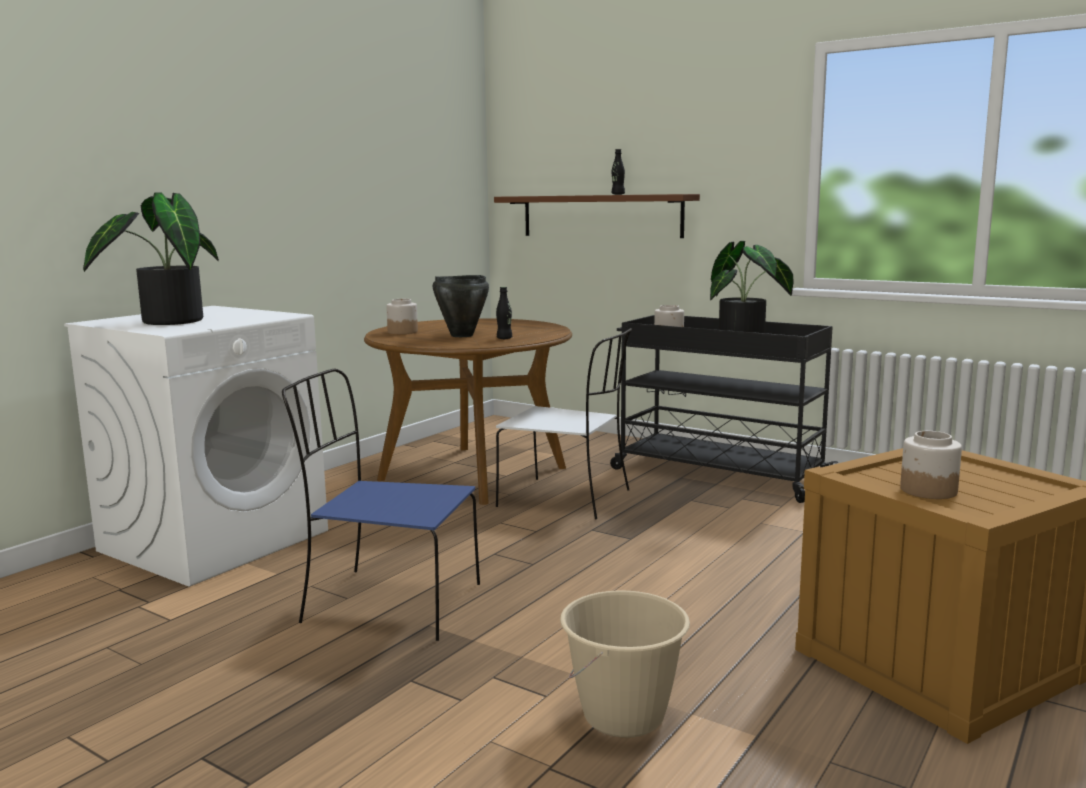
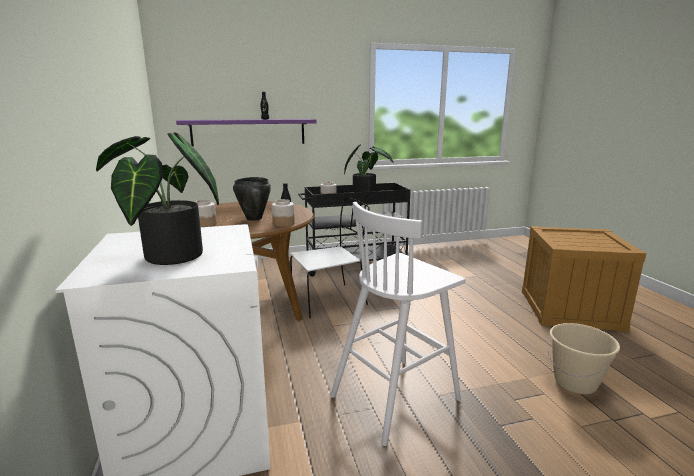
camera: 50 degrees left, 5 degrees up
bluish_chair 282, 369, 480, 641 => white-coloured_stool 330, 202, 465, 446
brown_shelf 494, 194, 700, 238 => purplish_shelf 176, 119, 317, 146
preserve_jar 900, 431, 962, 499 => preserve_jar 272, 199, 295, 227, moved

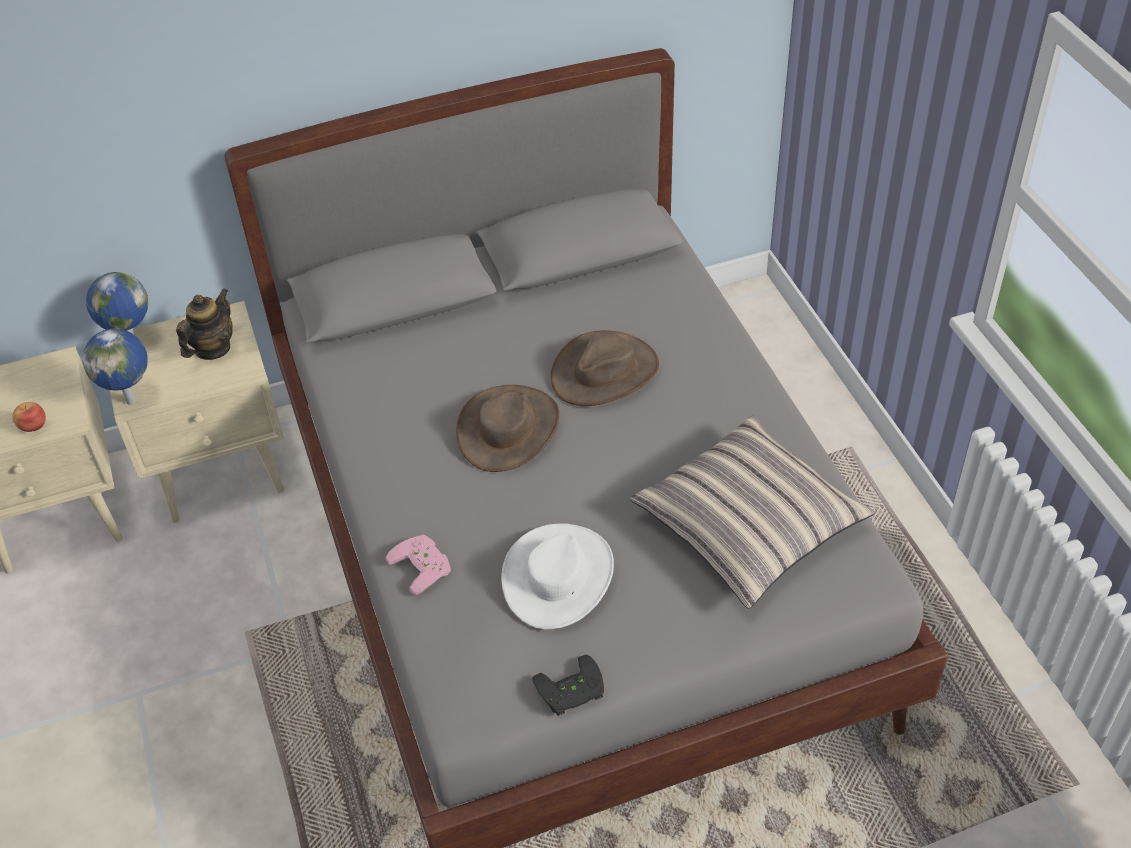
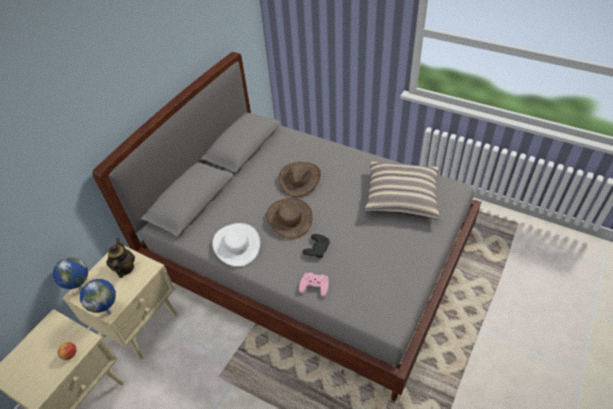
camera: 40 degrees left, 0 degrees up
white-coloured_clothing_hat 501, 523, 614, 629 => white-coloured_clothing_hat 212, 223, 260, 267, moved
black_gamepad 532, 655, 604, 716 => black_gamepad 302, 234, 330, 258, moved

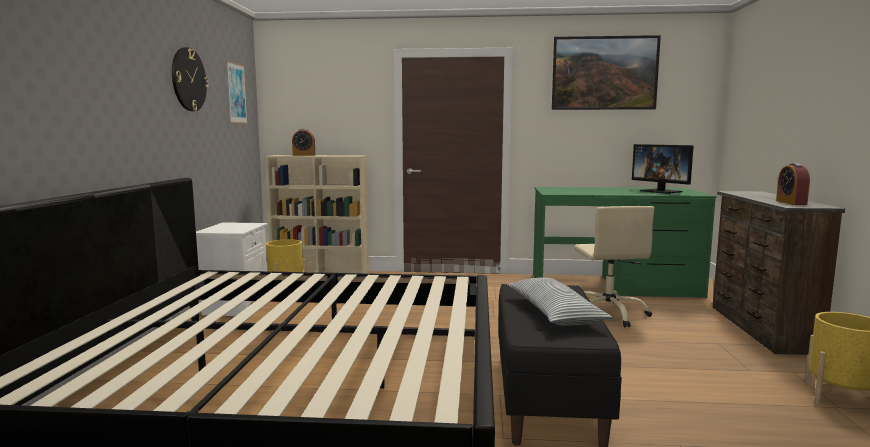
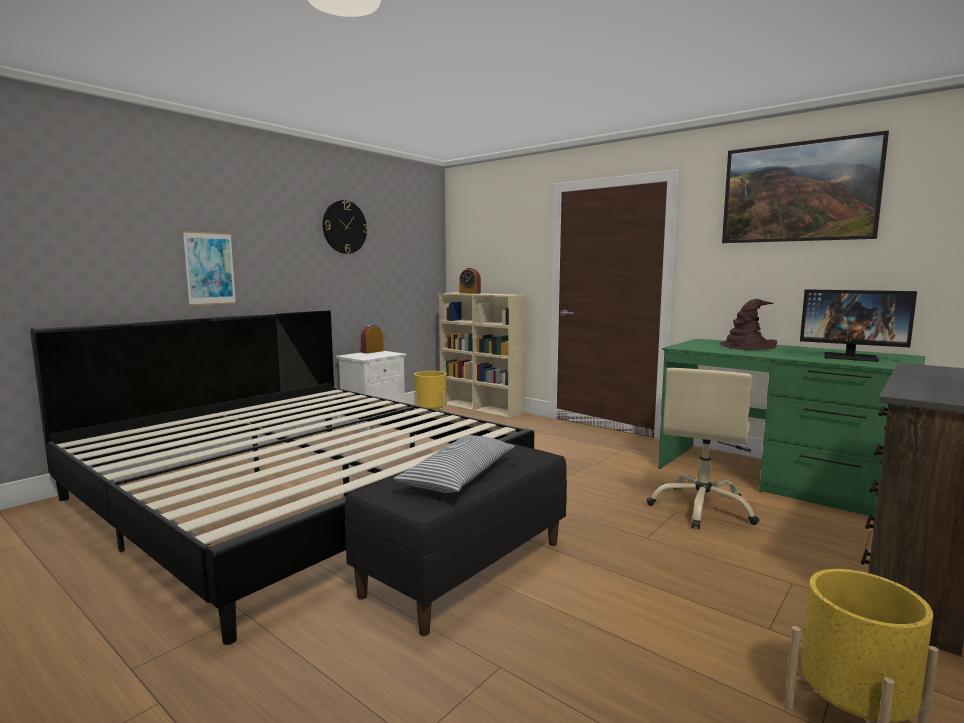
camera: 35 degrees right, 0 degrees up
wall_picture 226, 61, 248, 124 => wall_picture 183, 231, 236, 306, moved
computer_display 632, 144, 694, 194 => computer_display 800, 289, 917, 362, 60 degrees counterclockwise
bedside_clock 776, 163, 810, 205 => bedside_clock 361, 325, 384, 354, moved
nothing => brown_clothing_hat 719, 299, 777, 350

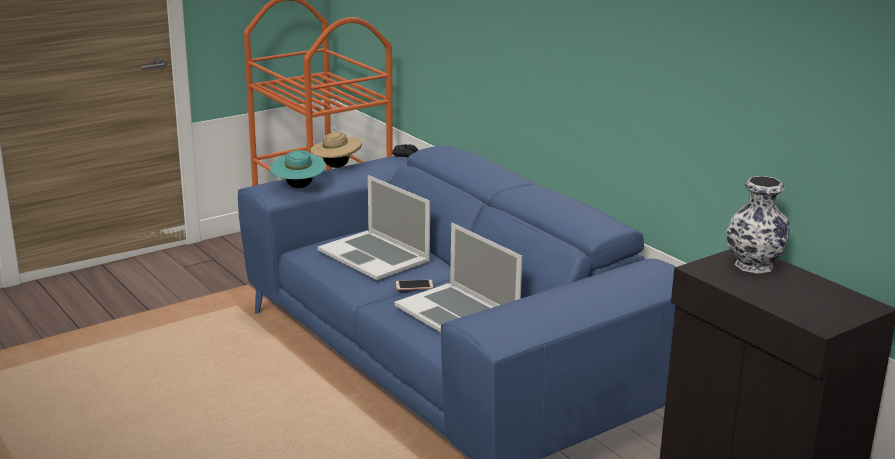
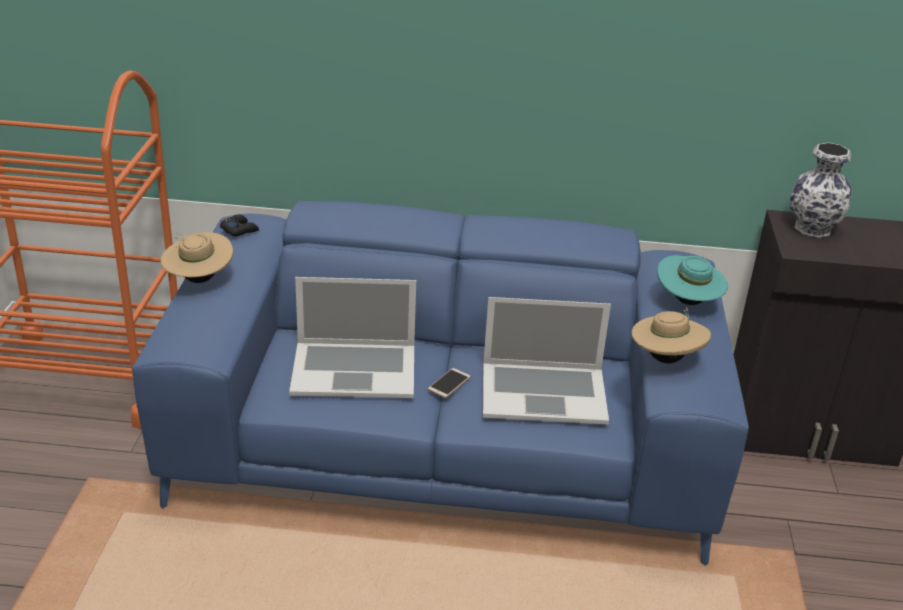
camera: 50 degrees left, 10 degrees up
blue-green_clothing_hat 270, 150, 326, 188 => blue-green_clothing_hat 657, 255, 728, 305, moved
nothing => beige_clothing_hat 631, 307, 711, 363

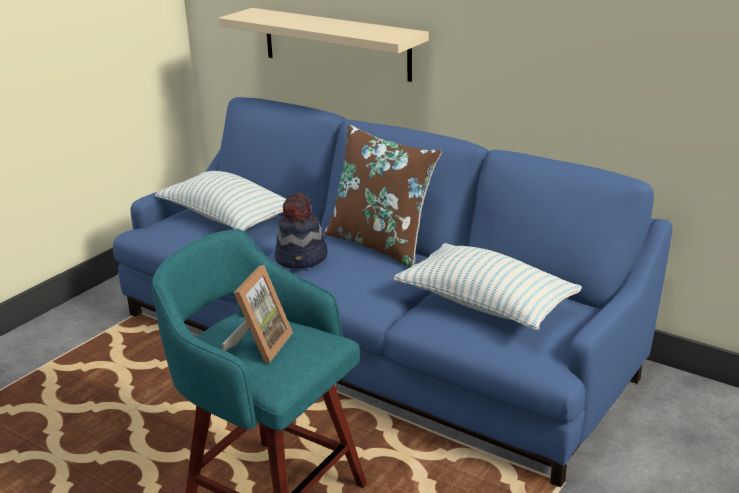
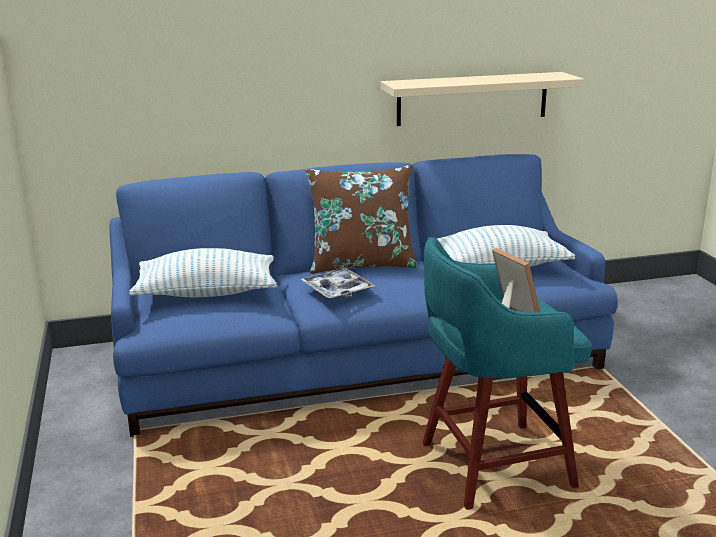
camera: 50 degrees left, 5 degrees down
beige_shelf 218, 8, 429, 82 => beige_shelf 381, 72, 584, 126, moved
clothing_hat 275, 193, 328, 269 => tray 300, 268, 375, 299

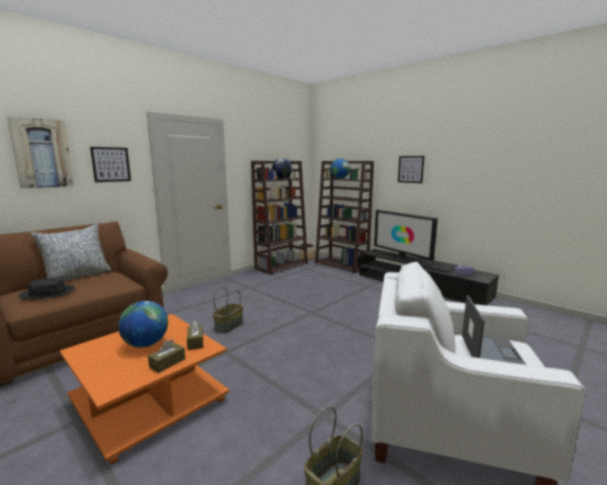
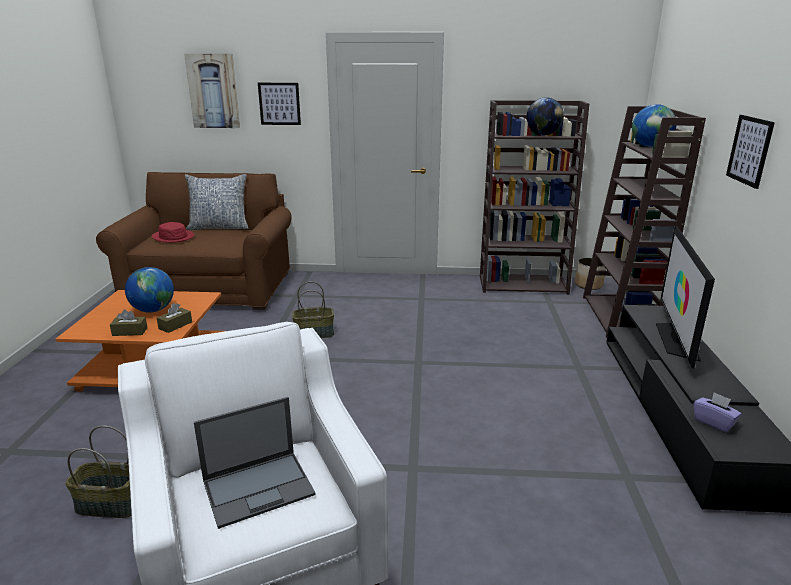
camera: 50 degrees right, 10 degrees up
black_clothing_hat 18, 278, 75, 300 => red_clothing_hat 152, 222, 194, 243

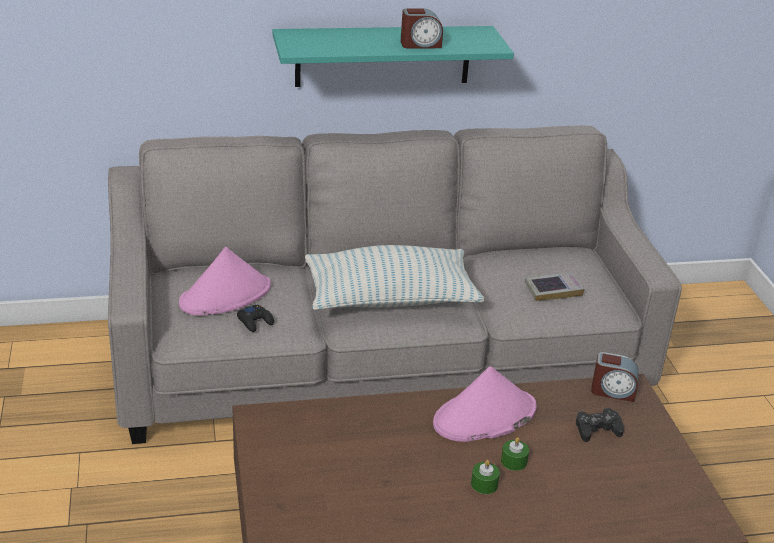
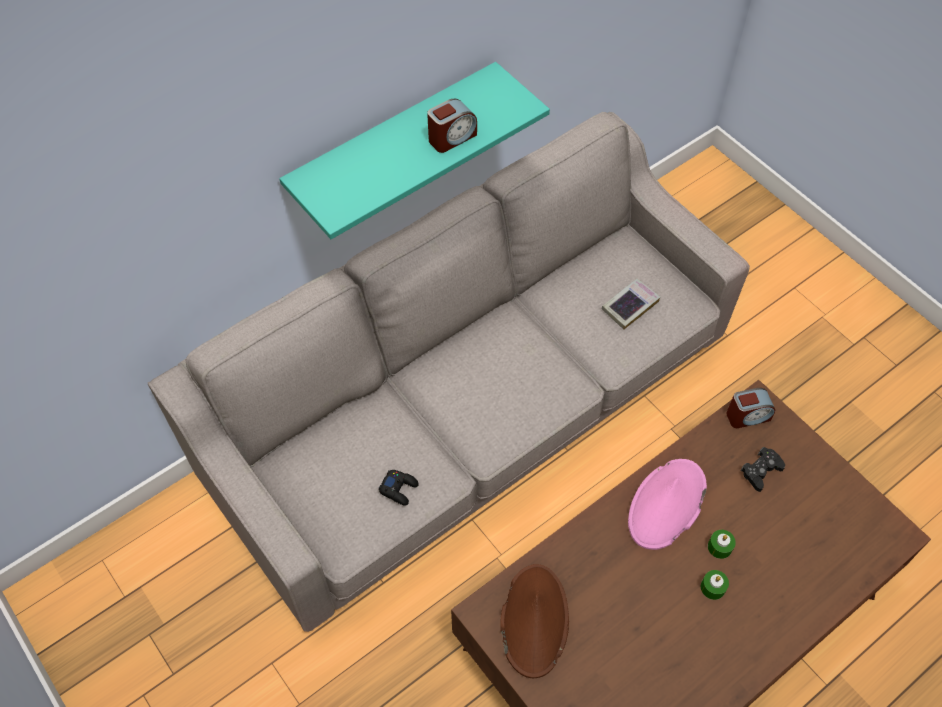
camera: 25 degrees left, 25 degrees up
pink-coloured_clothing_hat 179, 247, 271, 315 => nothing
pillow 305, 245, 485, 310 => nothing
nothing => brown_clothing_hat 500, 564, 569, 678

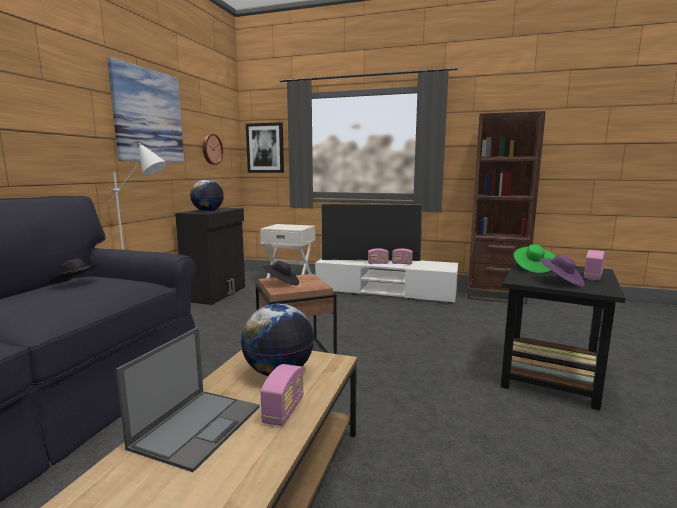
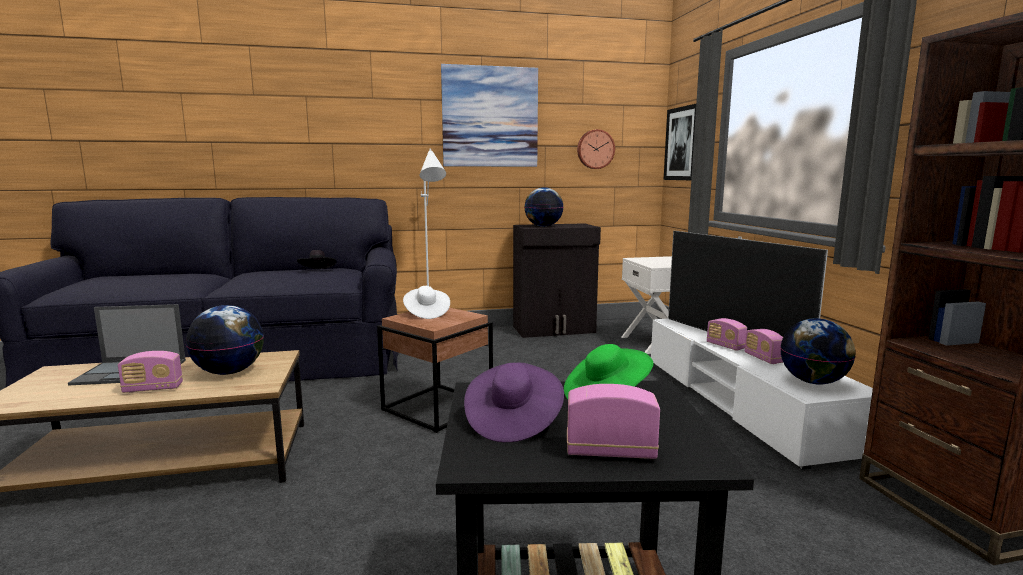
camera: 60 degrees right, 0 degrees up
black_clothing_hat 262, 261, 299, 286 => white-coloured_clothing_hat 403, 286, 450, 319
nothing => world_globe 780, 318, 855, 385

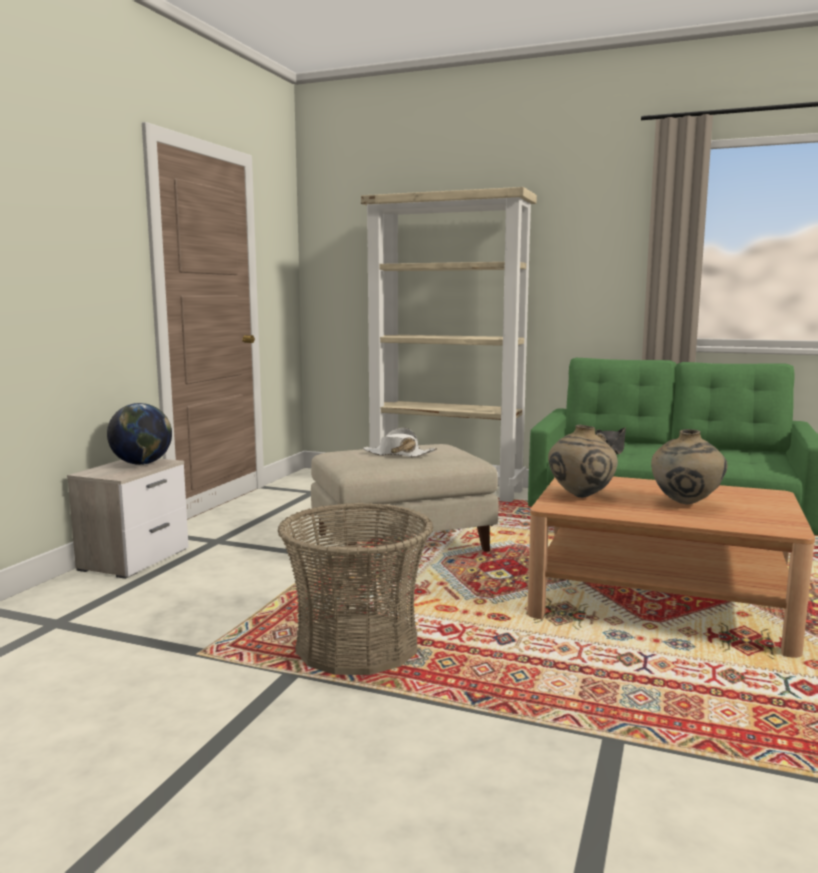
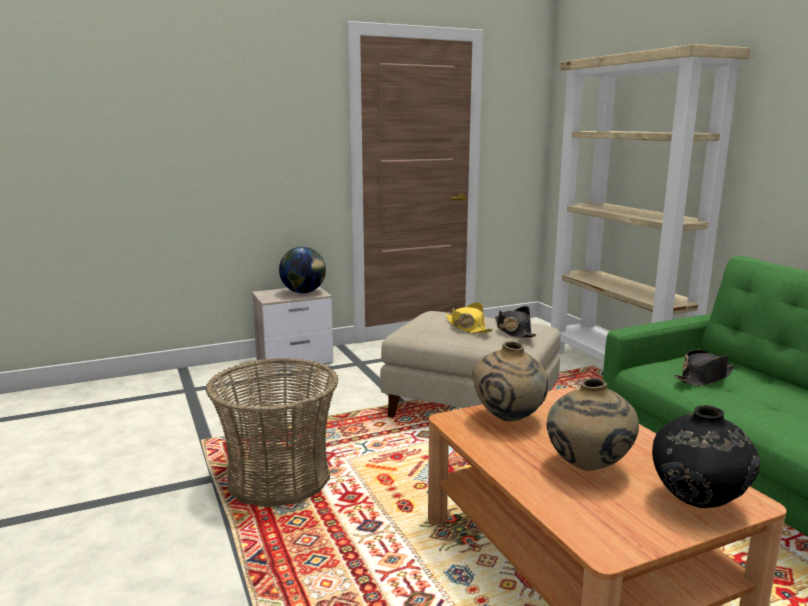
camera: 45 degrees right, 5 degrees up
white-coloured_clothing_hat 363, 427, 437, 457 => yellow-coloured_clothing_hat 446, 302, 493, 334
nothing => black_clothing_hat 495, 306, 537, 338
nothing => black_vase 652, 405, 761, 508

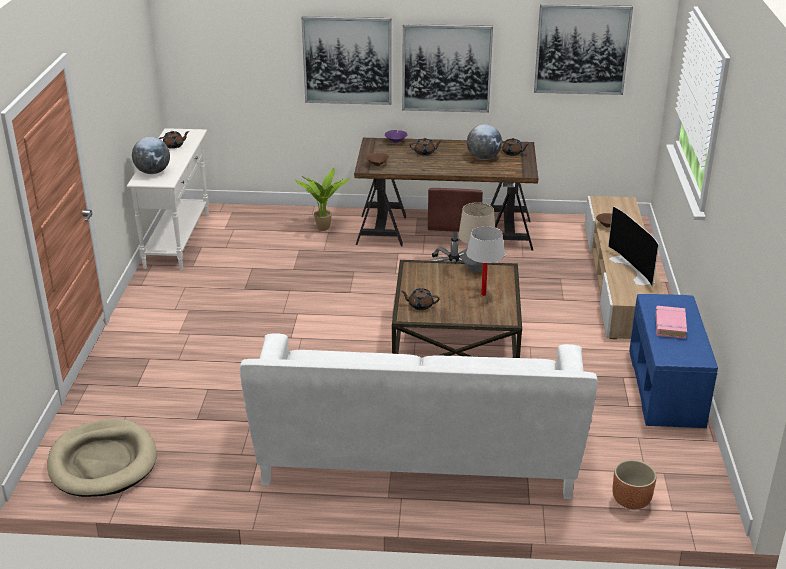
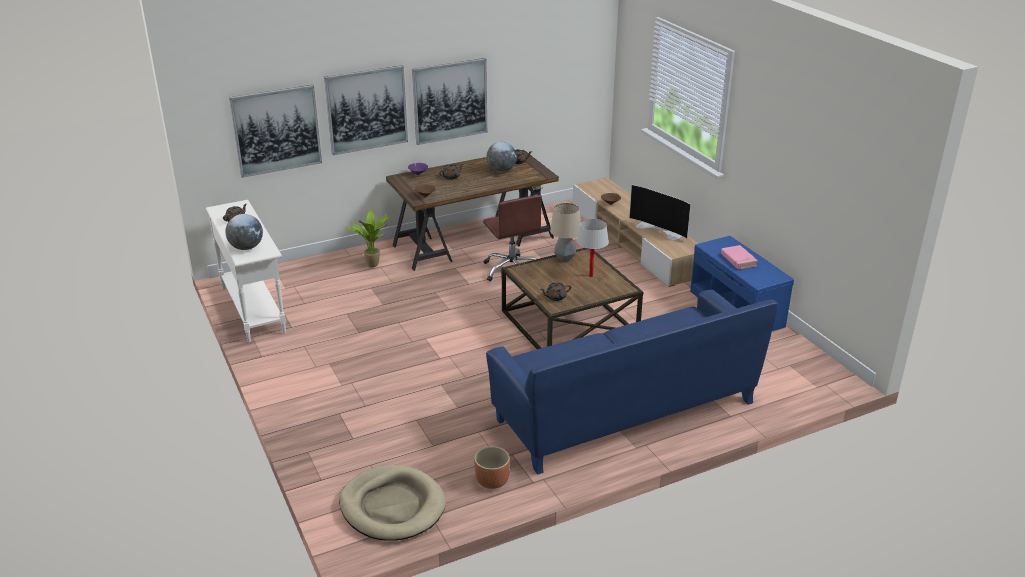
camera: 30 degrees left, 0 degrees up
white-coloured_couch 240, 333, 598, 499 => bluish_couch 486, 289, 778, 475
wall_picture 534, 4, 633, 95 => wall_picture 229, 85, 322, 178, moved
brown_planter 613, 460, 656, 509 => brown_planter 474, 446, 510, 489, moved

